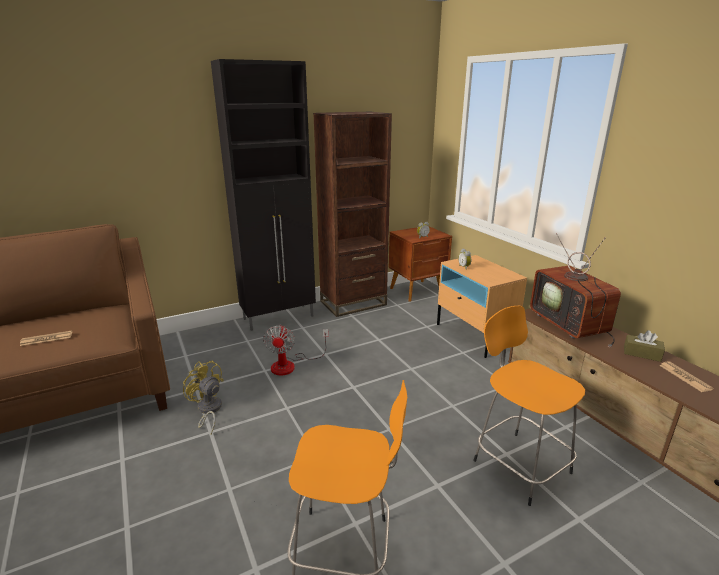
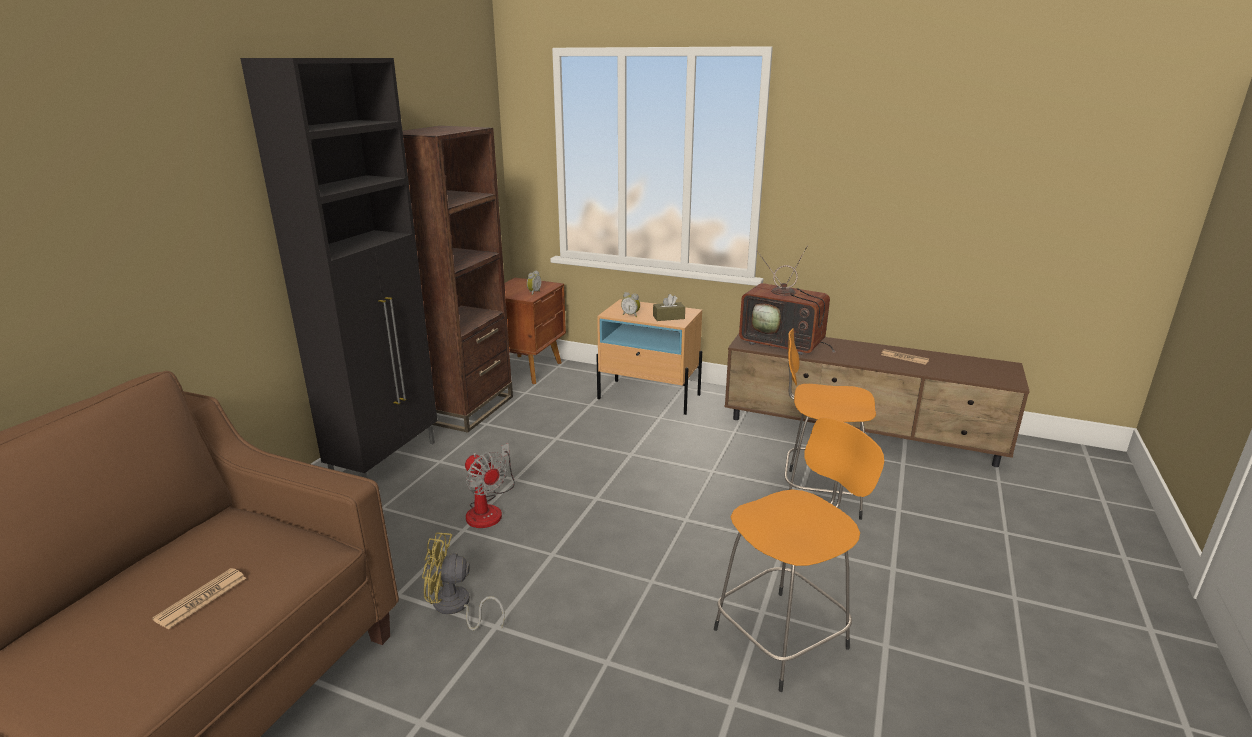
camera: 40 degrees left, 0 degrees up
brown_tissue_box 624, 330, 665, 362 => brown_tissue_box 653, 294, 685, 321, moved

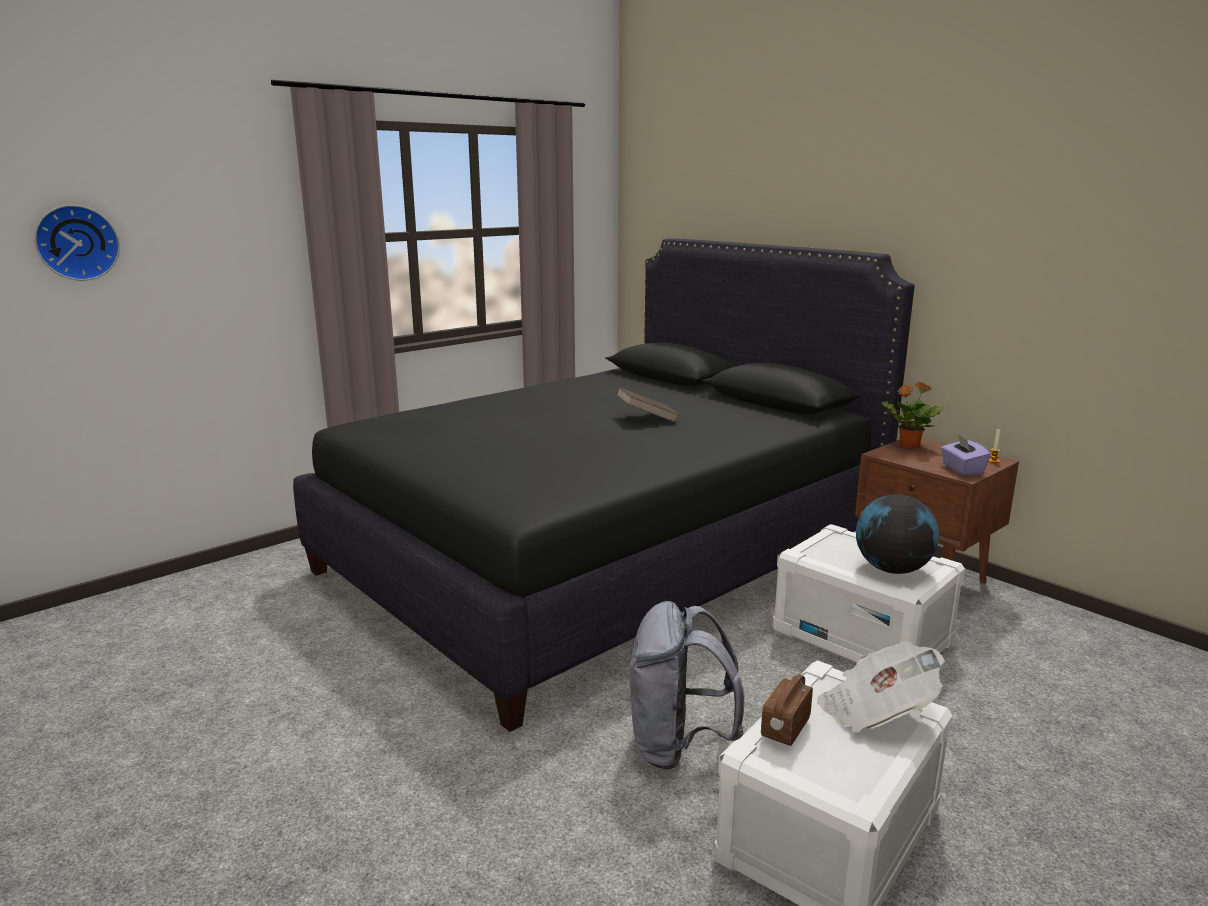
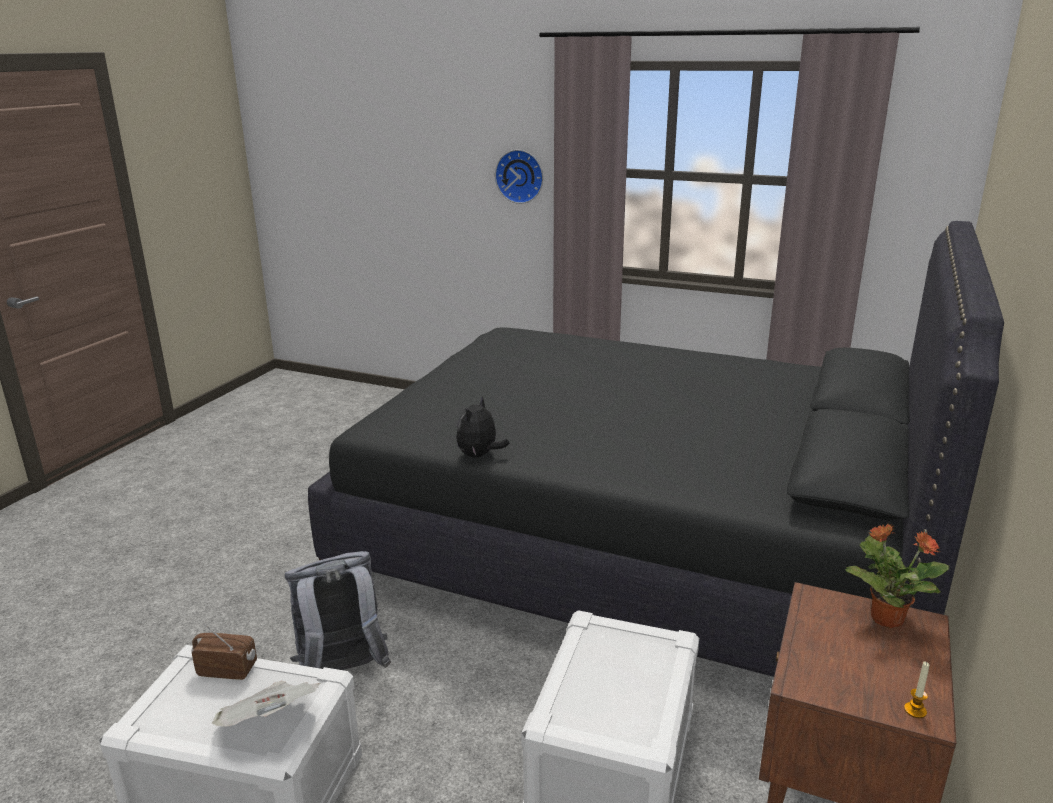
camera: 65 degrees right, 5 degrees up
wall_clock 34, 205, 120, 281 => wall_clock 495, 150, 543, 204, moved
brown_book 616, 387, 678, 422 => nothing
world_globe 856, 494, 939, 574 => nothing
purplish_tissue_box 941, 434, 991, 476 => nothing
nothing => cuddly_toy 456, 396, 510, 458

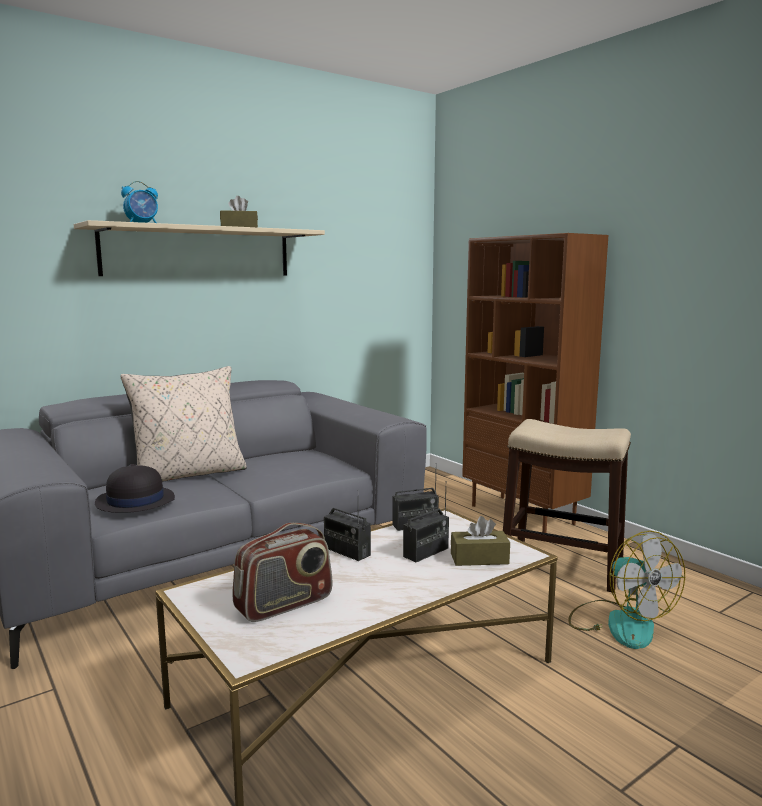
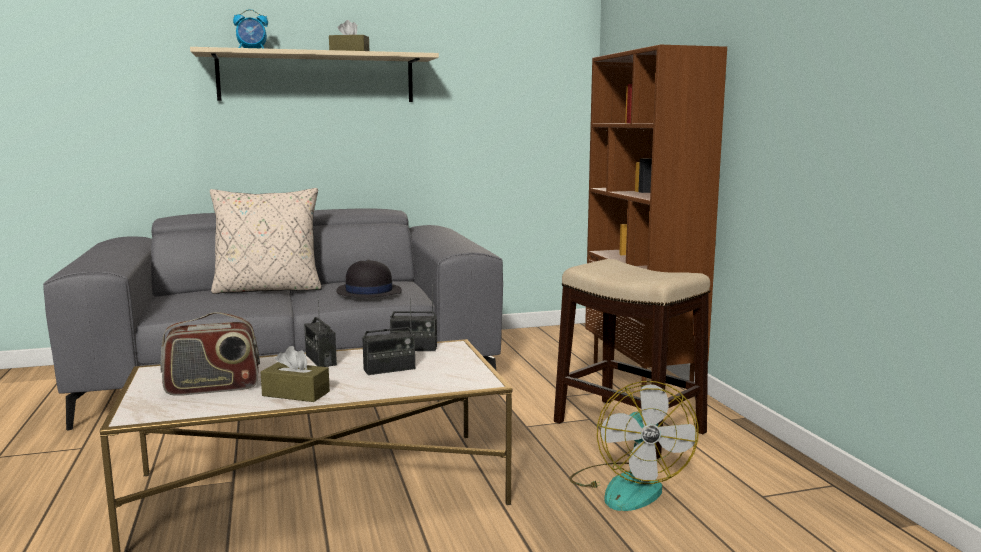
camera: 20 degrees right, 0 degrees up
black_clothing_hat 95, 464, 175, 513 => black_clothing_hat 336, 260, 402, 298, moved
brown_tissue_box 451, 516, 510, 566 => brown_tissue_box 261, 346, 330, 402, moved

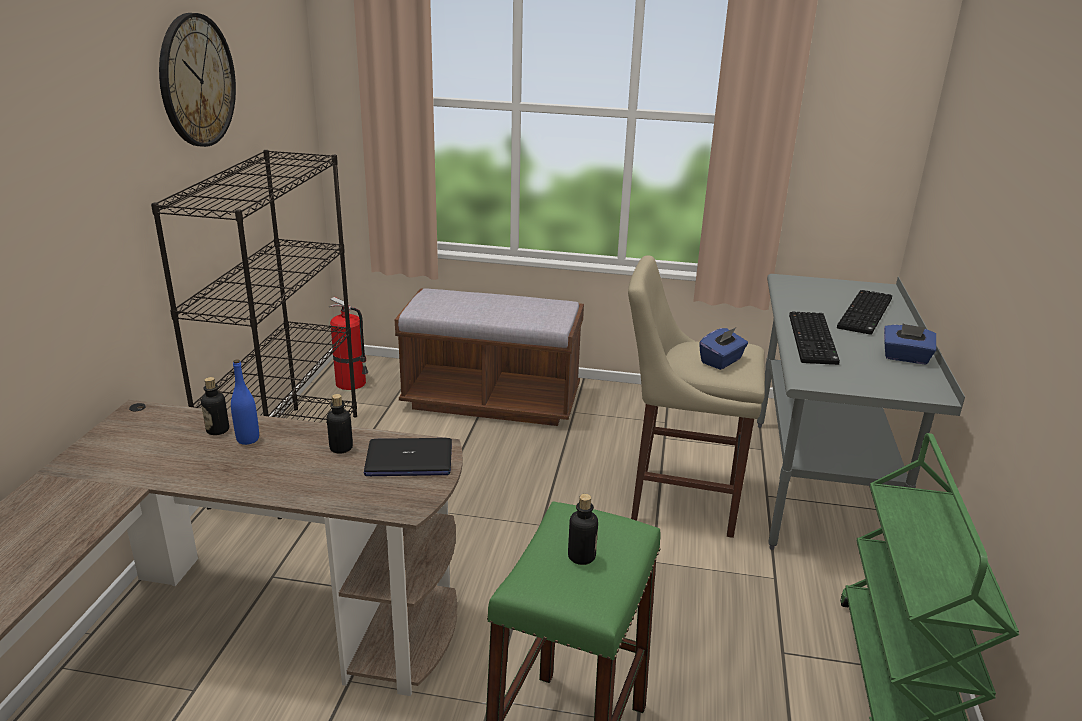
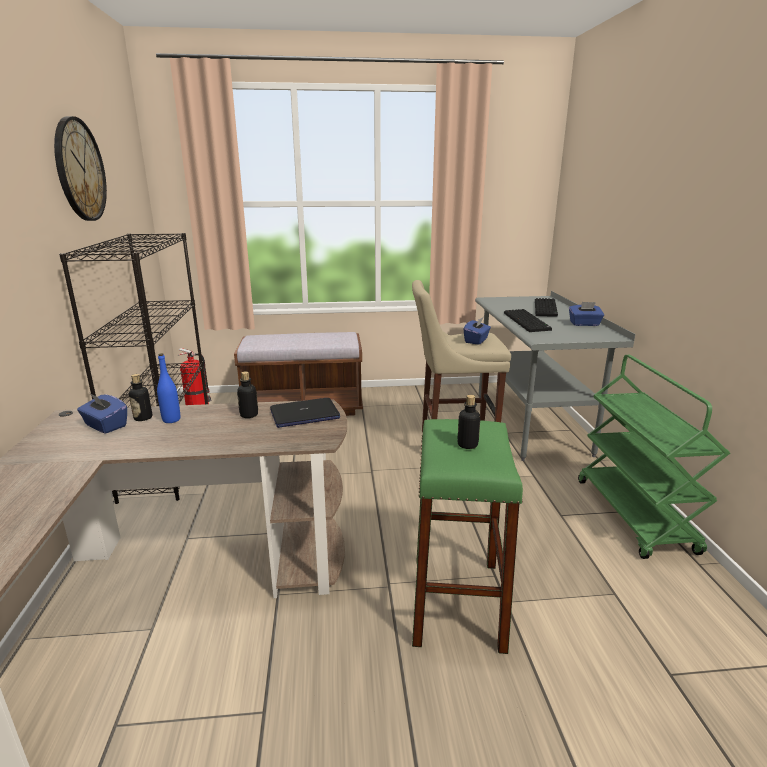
camera: 15 degrees left, 5 degrees down
nothing => bluish_tissue_box 77, 393, 127, 434

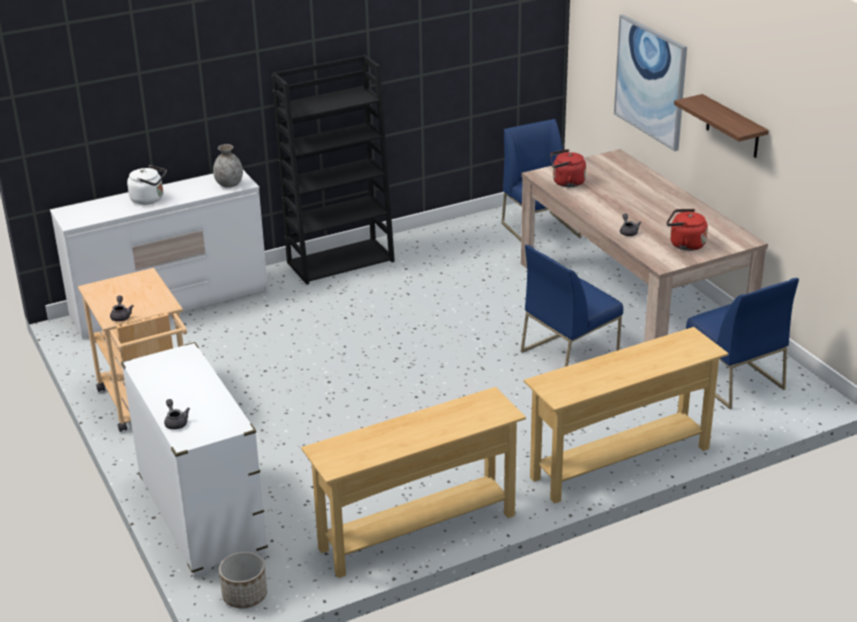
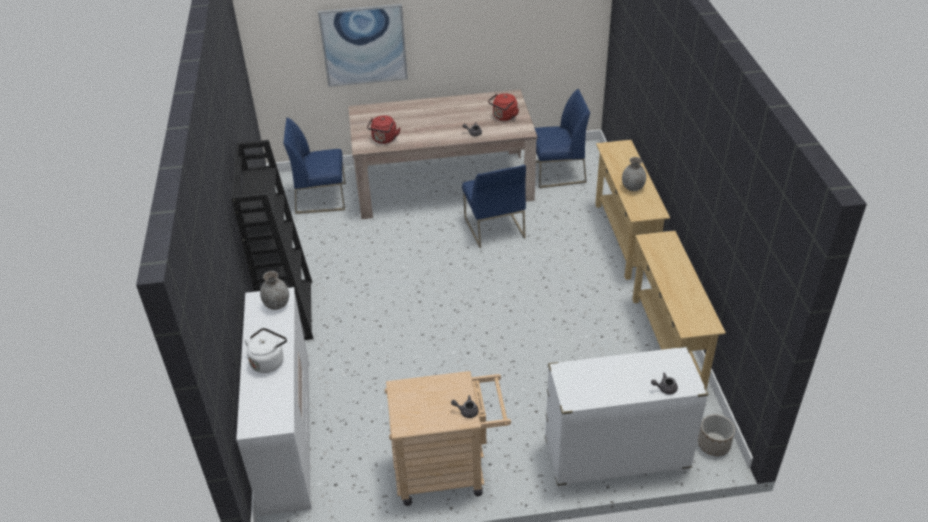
camera: 70 degrees left, 10 degrees up
shelf 674, 94, 769, 158 => nothing
nothing => grey_vase 622, 157, 646, 191

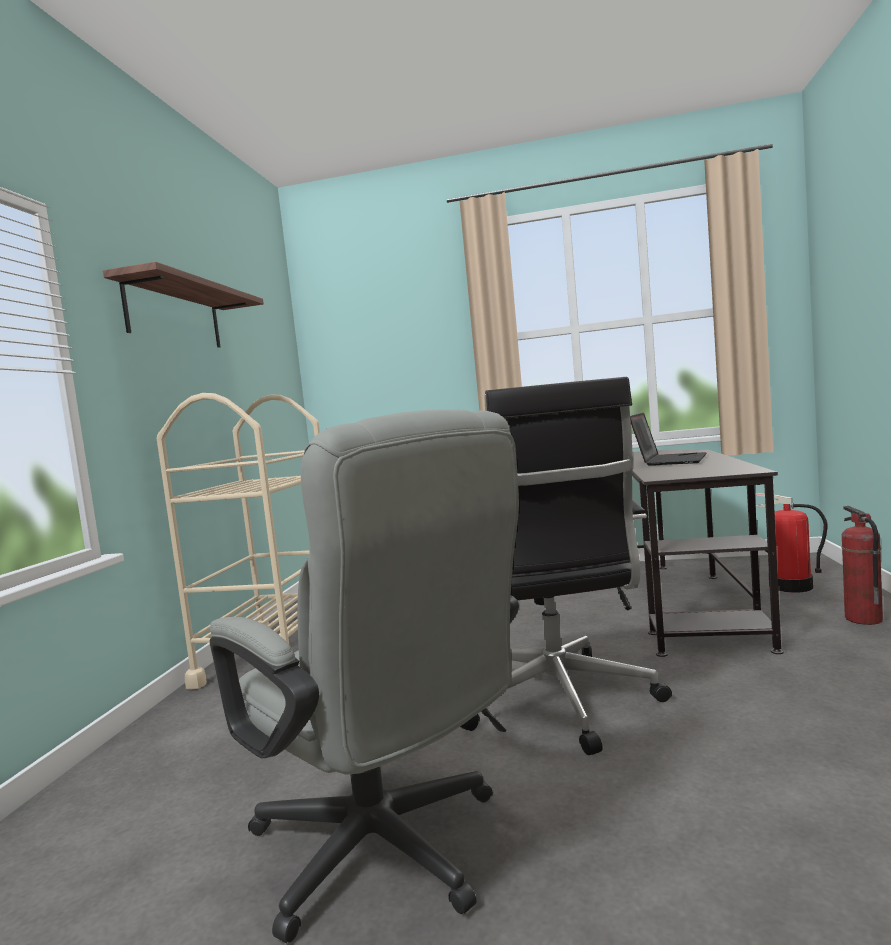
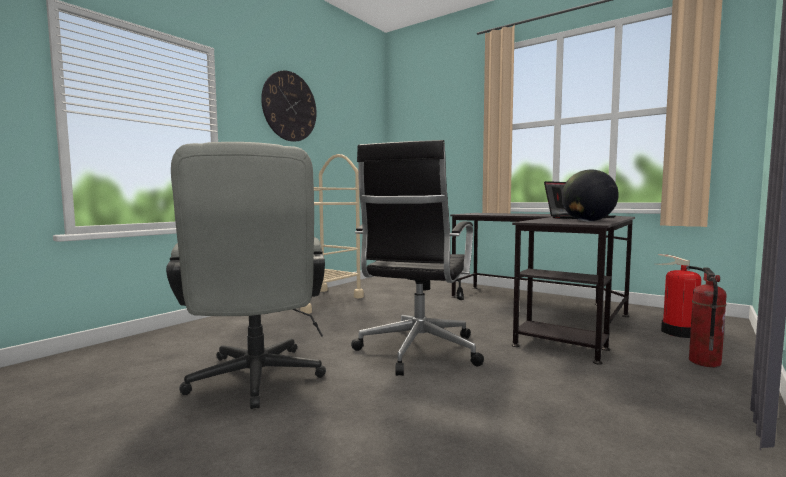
camera: 25 degrees right, 0 degrees up
shelf 103, 262, 264, 347 => wall_clock 261, 70, 317, 142
nothing => world_globe 561, 170, 619, 222

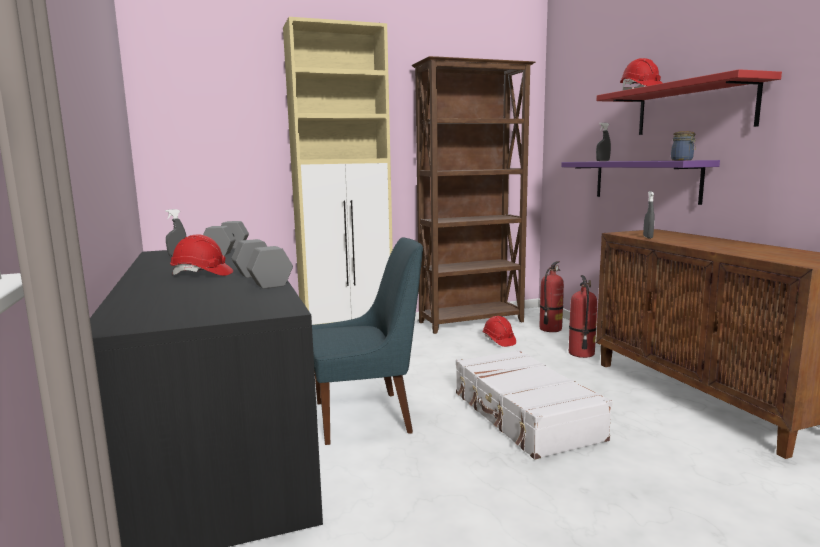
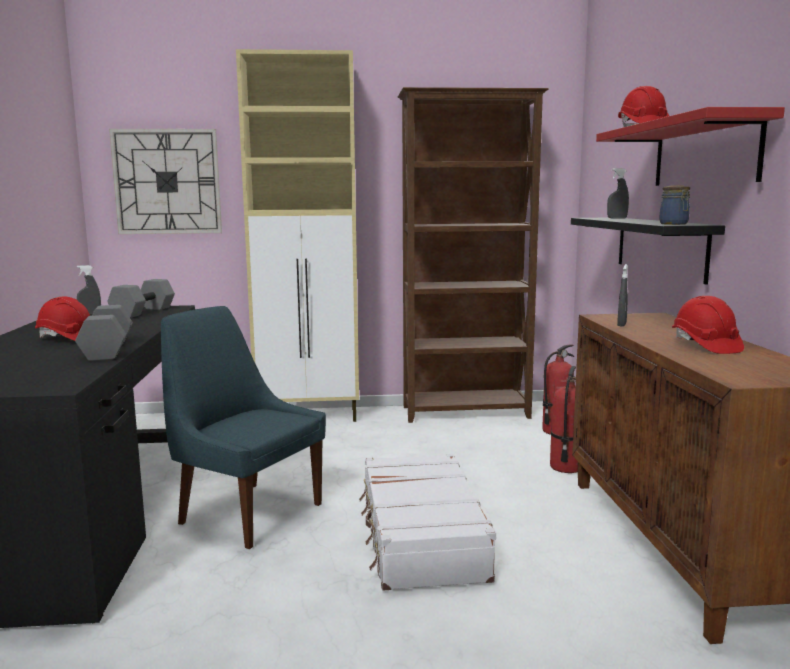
camera: 15 degrees right, 0 degrees up
bluish_chair 312, 237, 423, 445 => bluish_chair 161, 306, 326, 549, 150 degrees counterclockwise
red_safety_helmet 483, 316, 516, 347 => red_safety_helmet 672, 296, 744, 354, moved
purplish_shelf 561, 160, 720, 205 => black_shelf 571, 218, 725, 285
nothing => wall_clock 109, 129, 222, 234

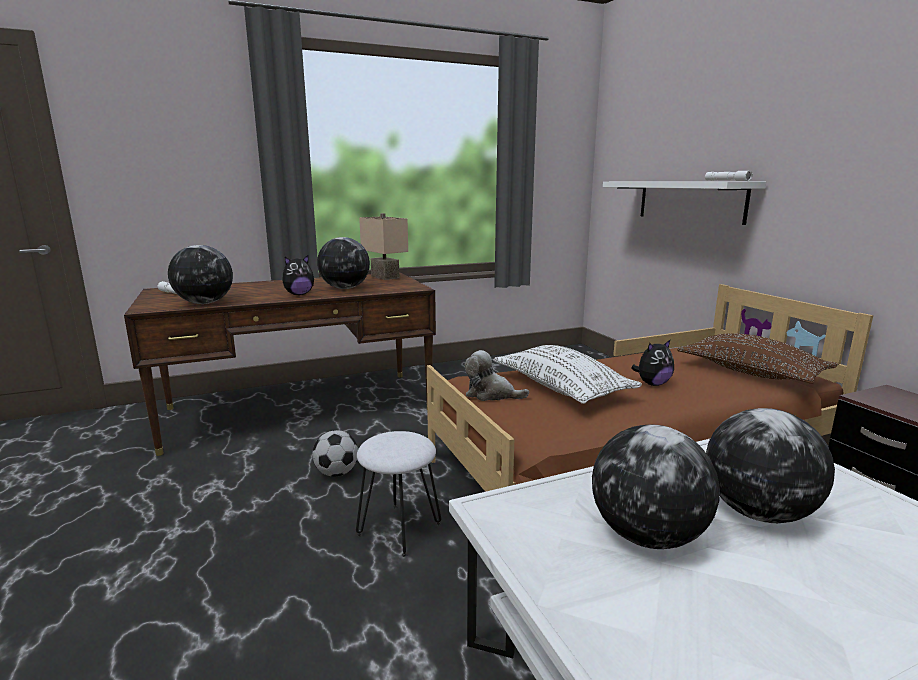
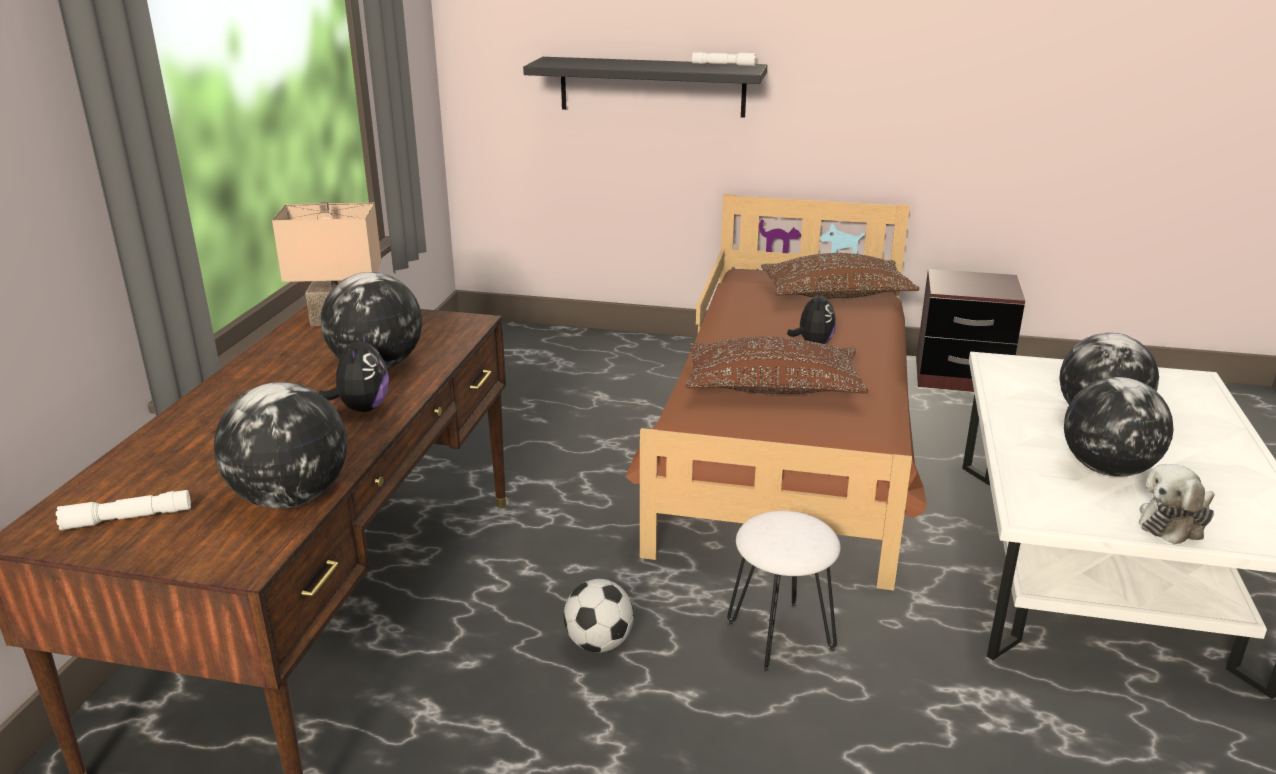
camera: 55 degrees left, 10 degrees up
cuddly_toy 464, 350, 529, 401 => cuddly_toy 1139, 464, 1214, 544, moved
white-coloured_pillow 493, 345, 642, 404 => brown_pillow 685, 337, 869, 394
white-coloured_shelf 603, 181, 766, 225 => black_shelf 523, 57, 767, 118

